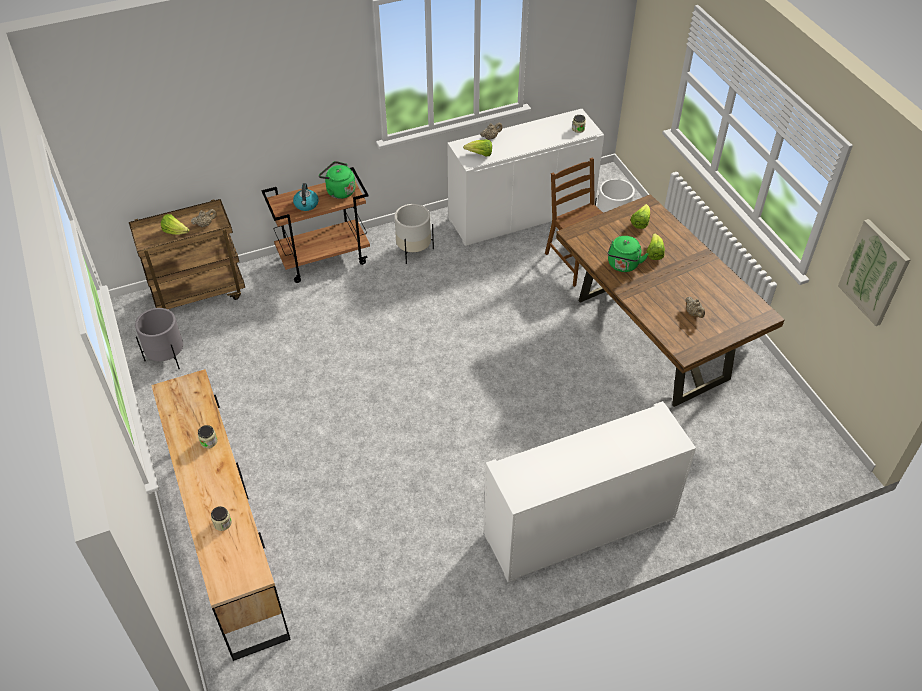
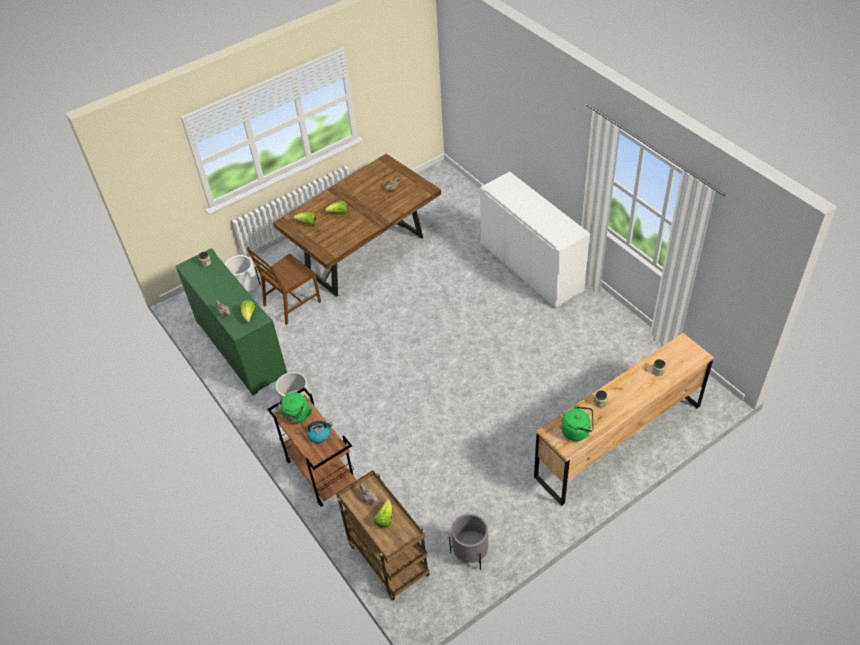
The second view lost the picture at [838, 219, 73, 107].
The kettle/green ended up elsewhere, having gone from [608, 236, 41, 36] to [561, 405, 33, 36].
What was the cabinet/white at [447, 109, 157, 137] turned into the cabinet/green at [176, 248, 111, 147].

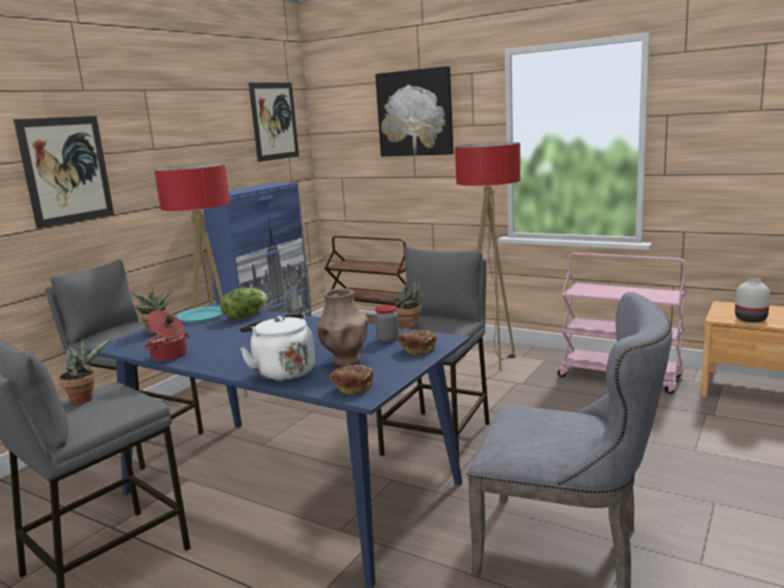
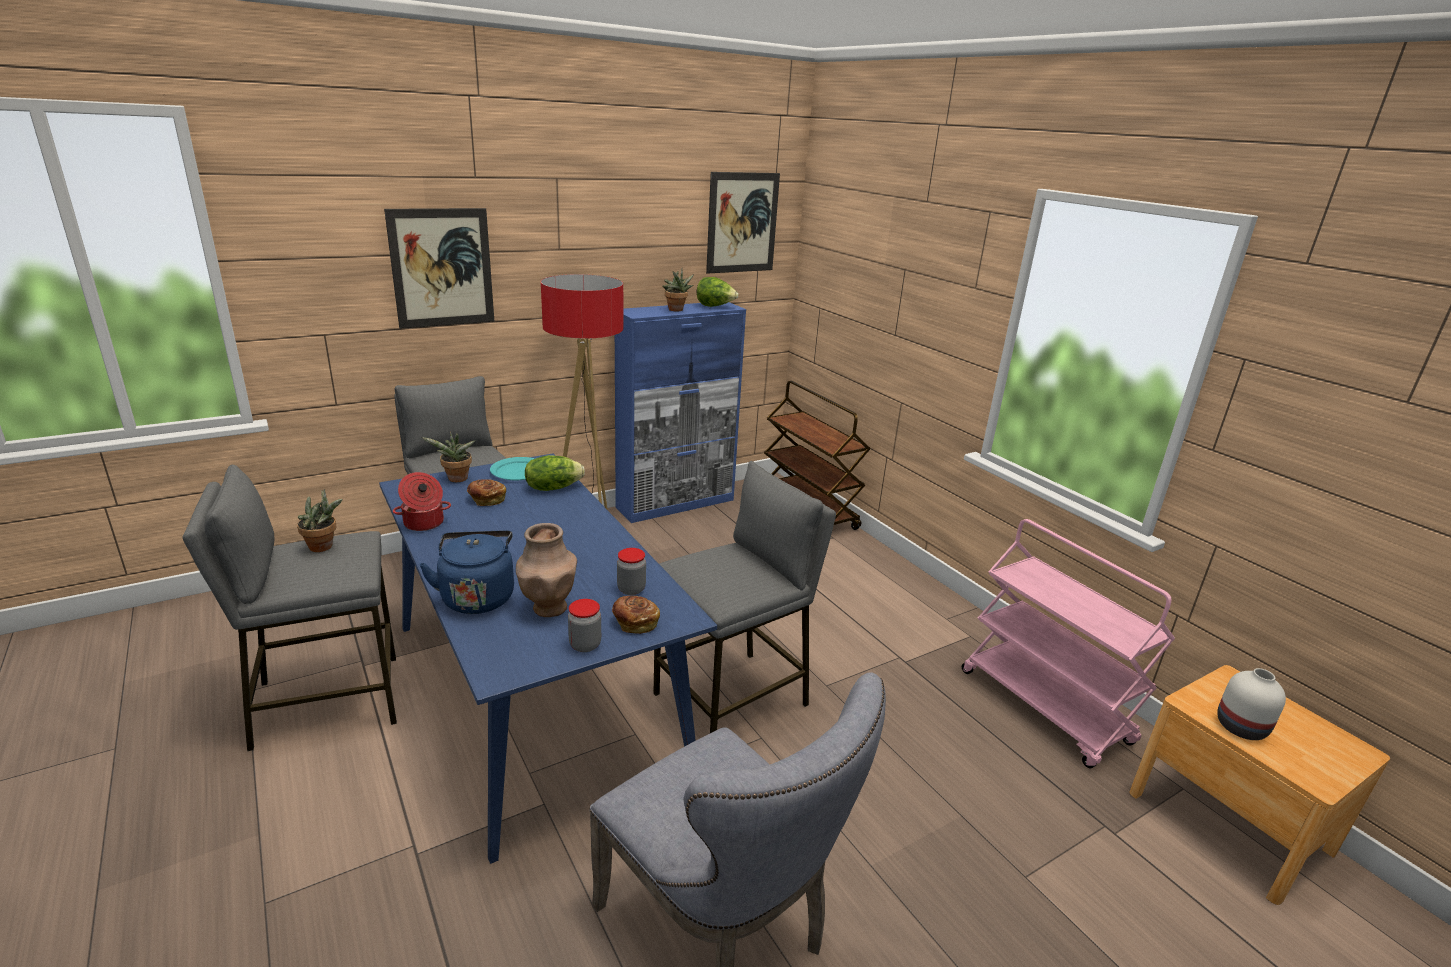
The second view lost the picture at [375, 66, 78, 90].
The second view lost the floor lamp at [455, 142, 66, 229].
The second view gained the jar at [568, 599, 33, 53].
The second view gained the lettuce at [697, 277, 42, 30].
The bread ended up elsewhere, having gone from [330, 365, 44, 30] to [467, 479, 39, 27].
The potted plant ended up elsewhere, having gone from [393, 281, 32, 48] to [662, 269, 32, 42].
What was the kettle/white at [240, 313, 75, 68] turned into the kettle/blue at [419, 530, 95, 84].

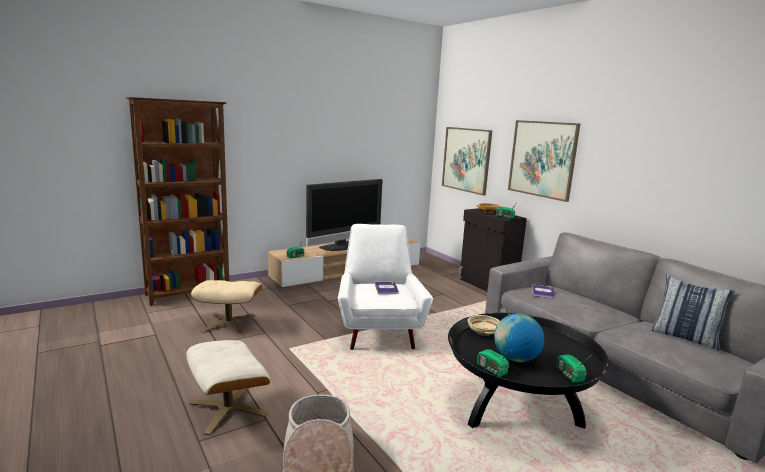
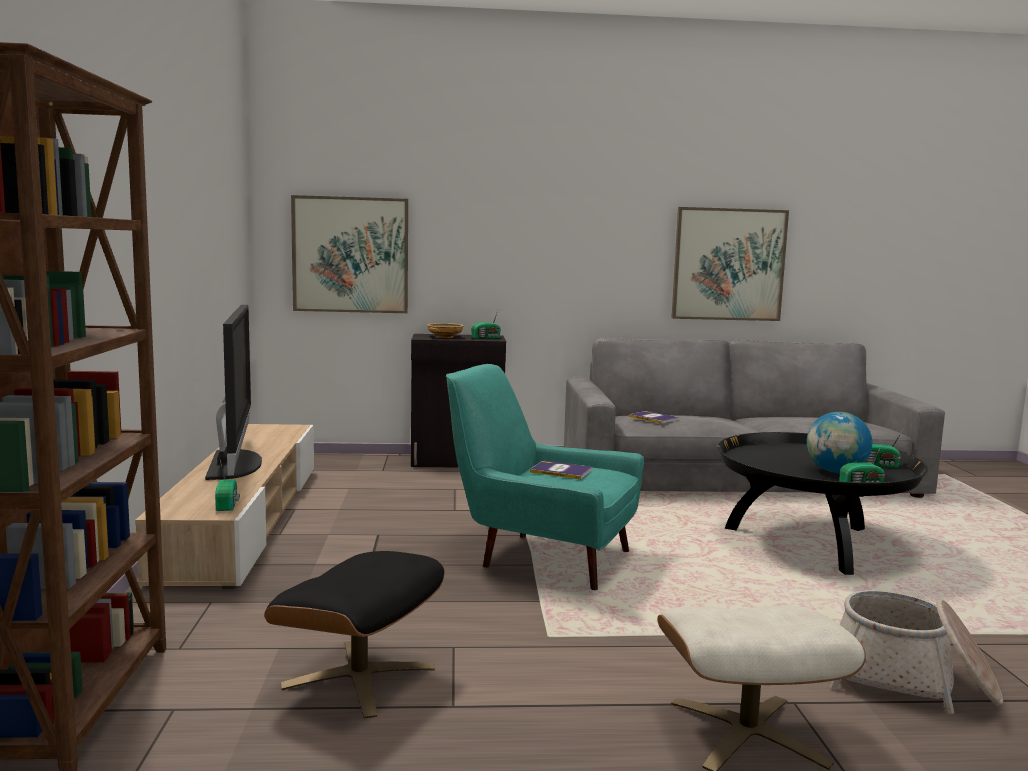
The second view lost the bowl/beige at [468, 315, 32, 21].
The second view lost the pillow at [651, 275, 84, 75].
The picture ended up elsewhere, having gone from [508, 120, 72, 82] to [671, 207, 118, 114].
What was the ottoman/beige at [191, 280, 71, 54] turned into the ottoman/black at [264, 551, 180, 168].
What was the armchair/white at [338, 224, 95, 126] turned into the armchair/turquoise at [446, 364, 198, 226].

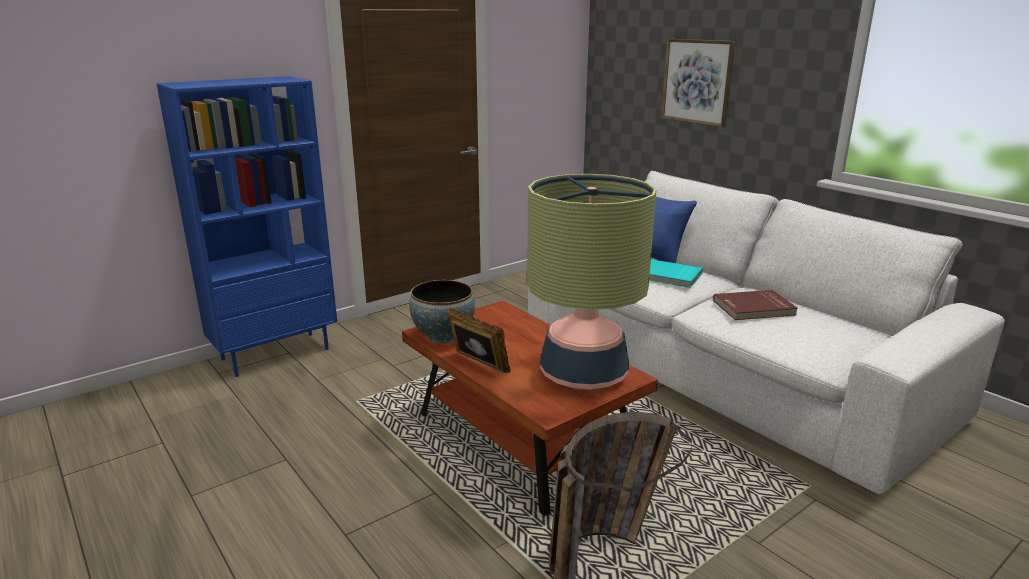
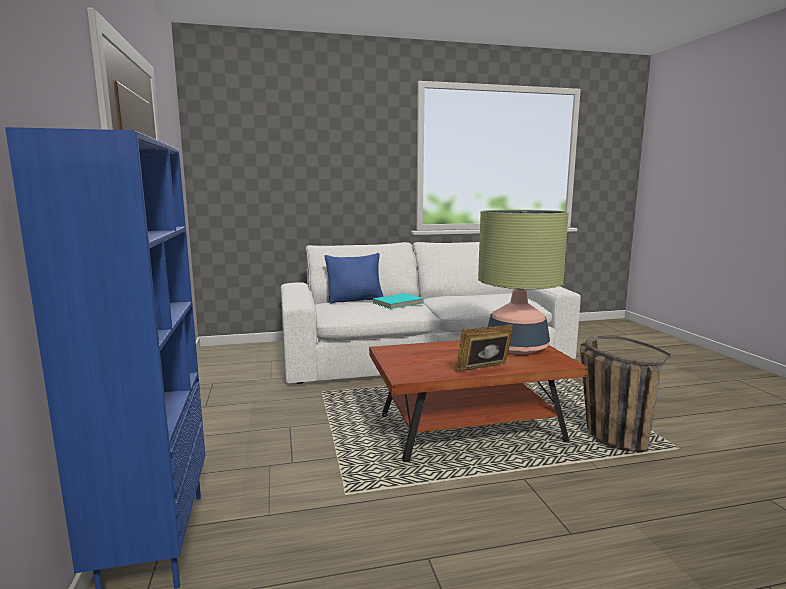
The second view lost the bowl at [410, 280, 65, 64].
The second view lost the picture at [661, 39, 74, 88].
The second view lost the book/red at [713, 290, 85, 30].

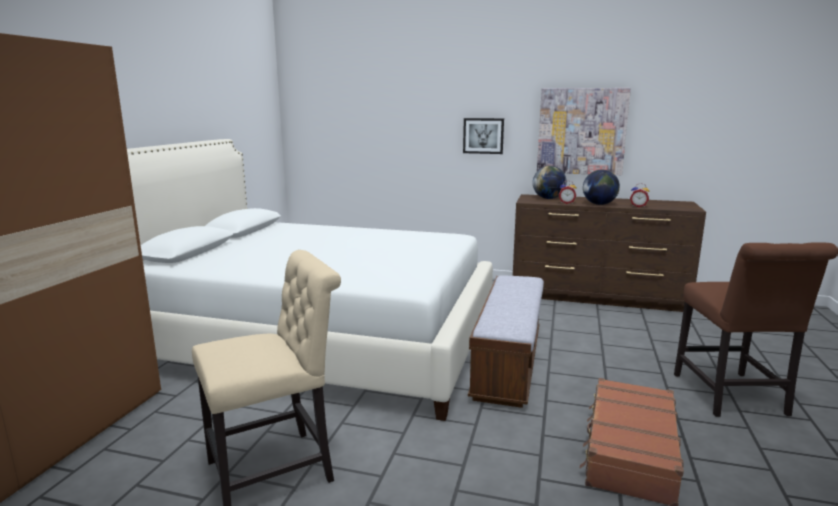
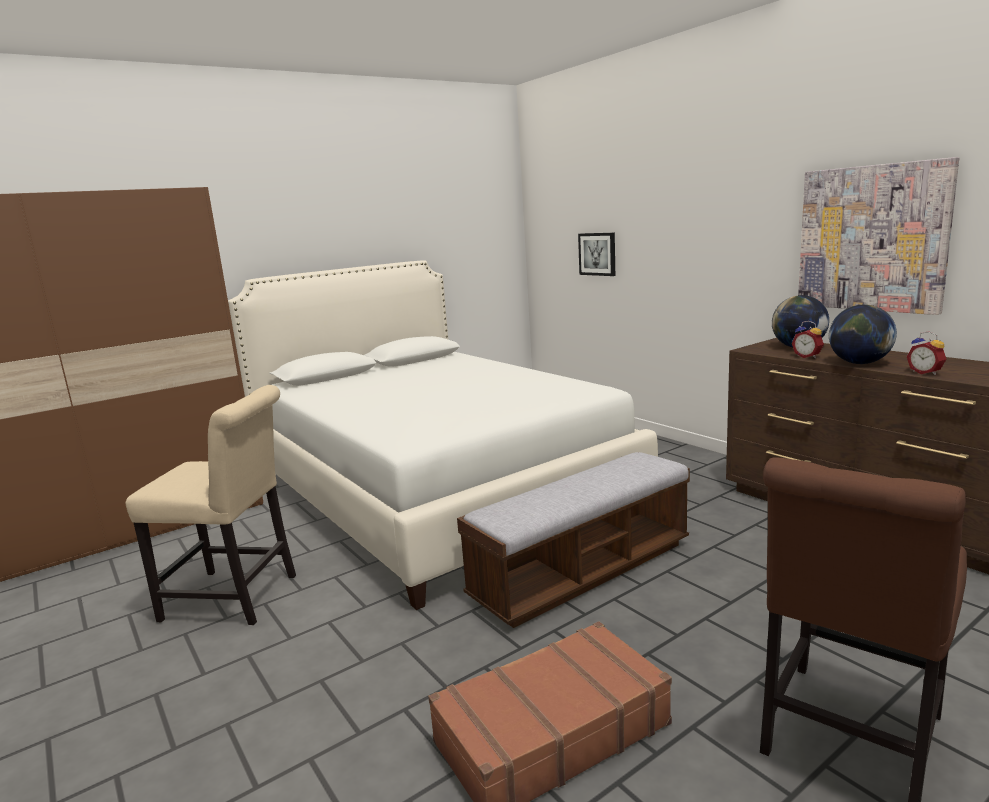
The picture ended up elsewhere, having gone from [463, 118, 41, 36] to [578, 233, 37, 43].

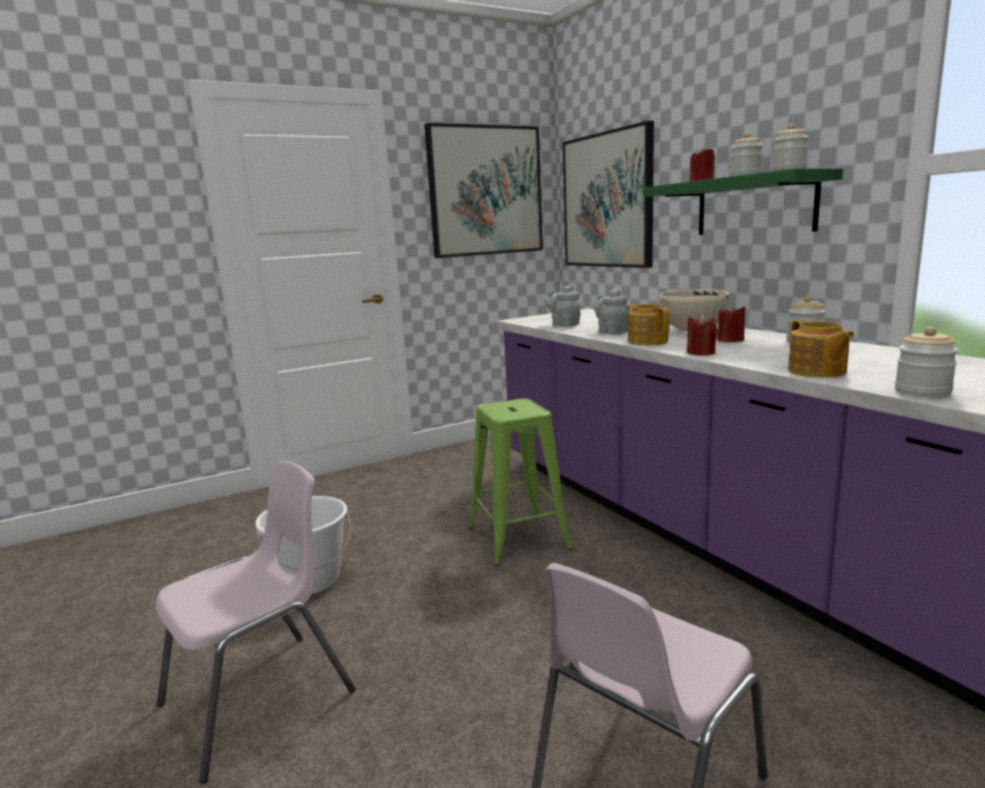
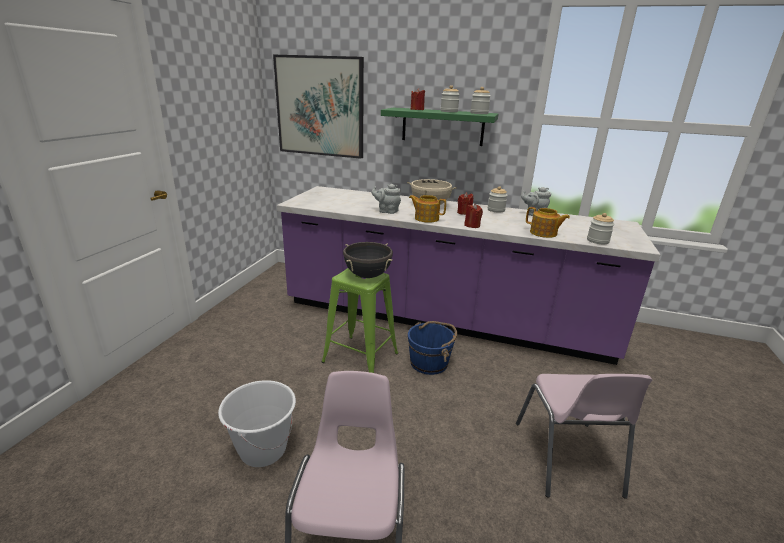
The second view lost the picture at [424, 123, 119, 135].
The second view gained the cooking pot/black at [343, 242, 50, 36].
The second view gained the bucket/blue at [408, 321, 49, 54].
The teapot/grey ended up elsewhere, having gone from [544, 285, 37, 42] to [521, 187, 30, 29].

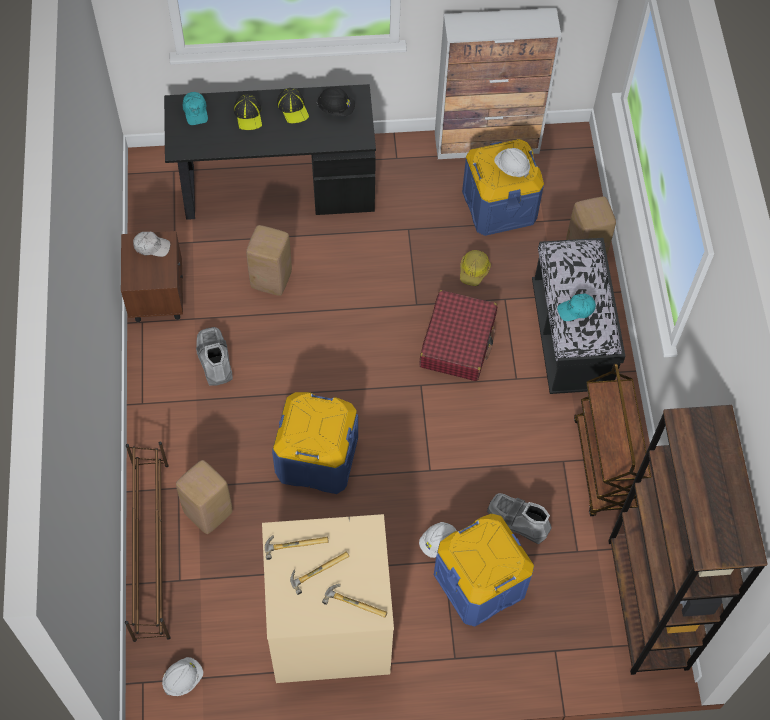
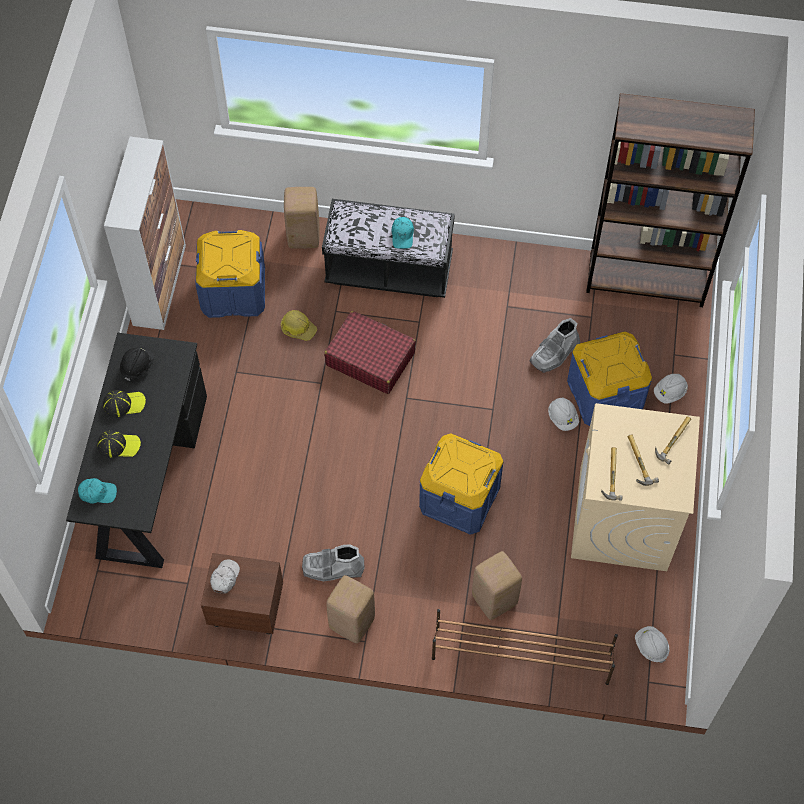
The second view lost the cart/brown at [574, 364, 77, 152].
The stool/beige ended up elsewhere, having gone from [246, 225, 46, 71] to [326, 575, 49, 68].
The hard hat/white ended up elsewhere, having gone from [494, 148, 36, 30] to [654, 374, 34, 30].

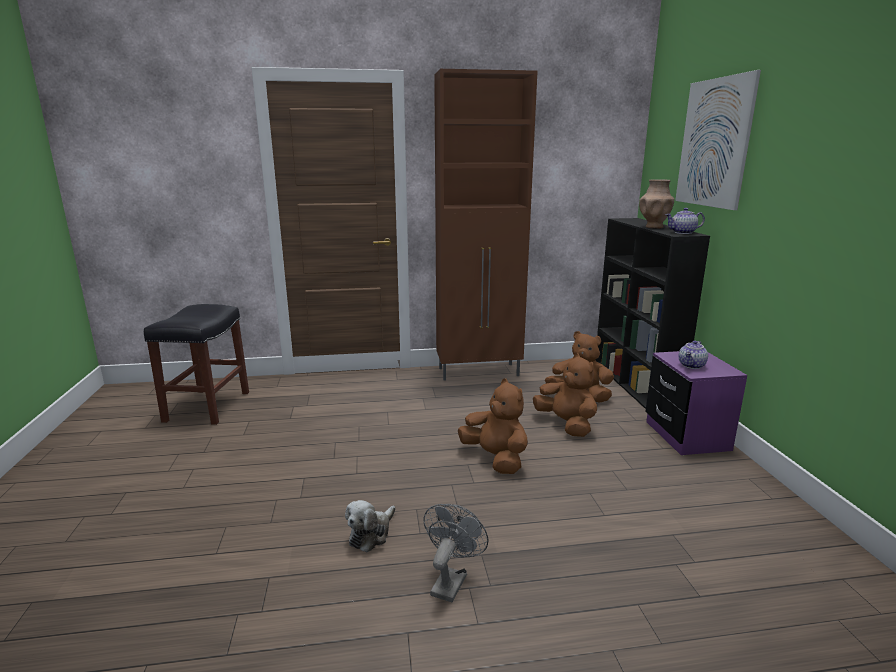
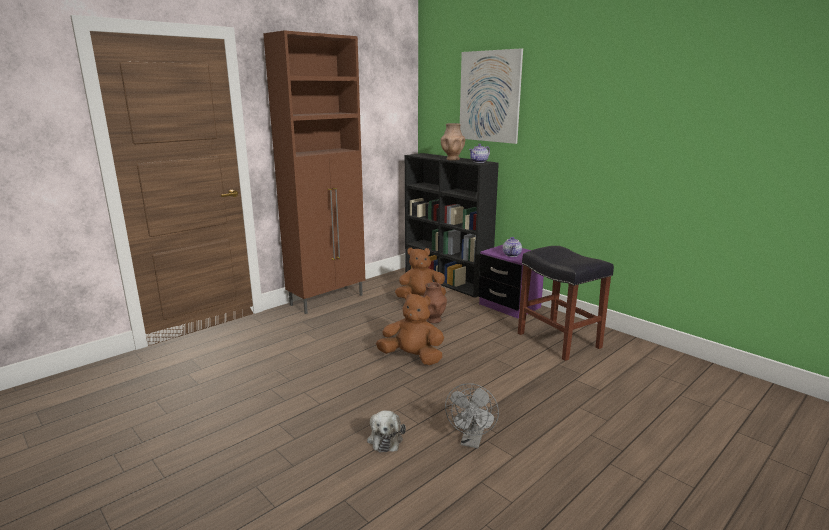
The stool/black ended up elsewhere, having gone from [144, 304, 105, 121] to [518, 246, 96, 115].
Where the plush toy/brown stood at [533, 353, 64, 84], the vase/brown came to stand at [422, 282, 25, 41].
The fan/grey at [424, 504, 65, 98] ended up facing another way, 150 degrees counterclockwise from before.

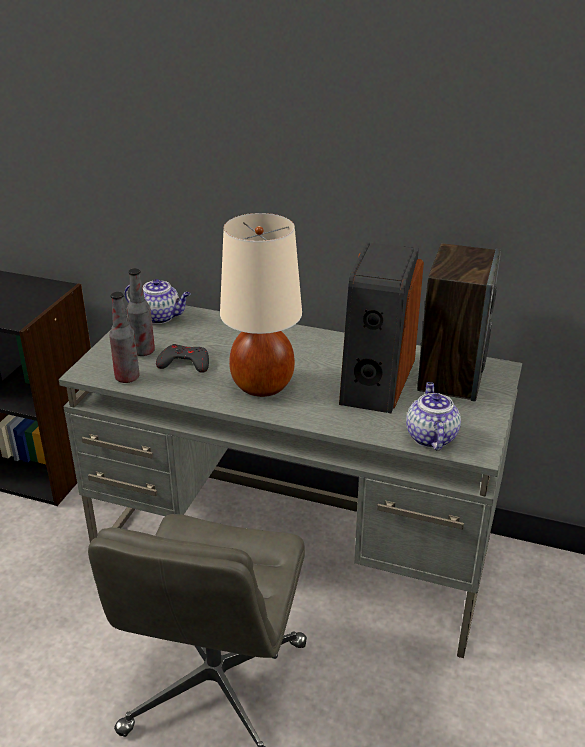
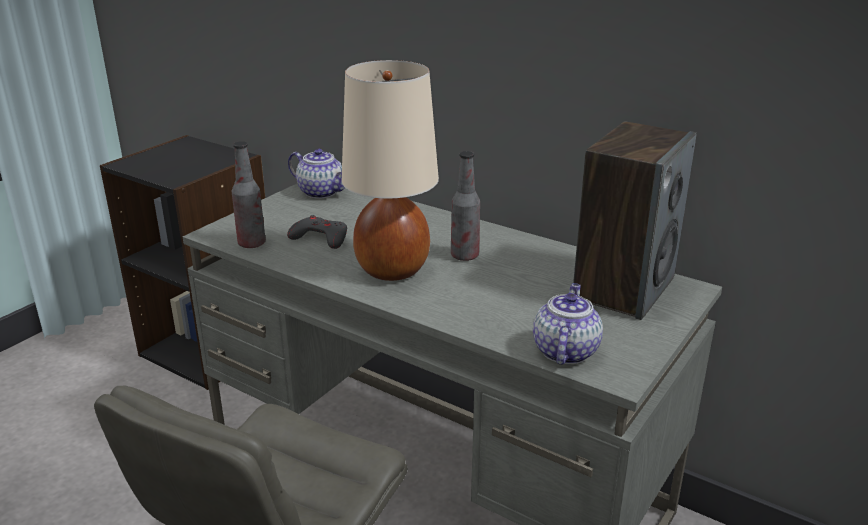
The second view lost the speaker at [339, 242, 85, 171].
The bottle ended up elsewhere, having gone from [127, 268, 28, 88] to [451, 151, 29, 110].

